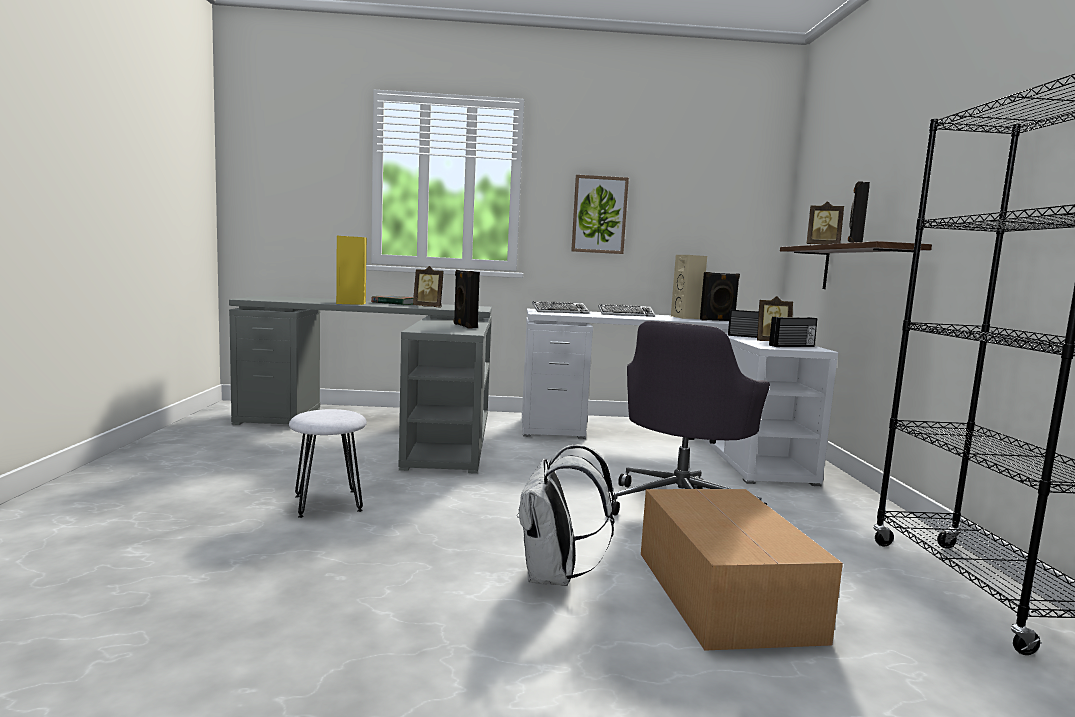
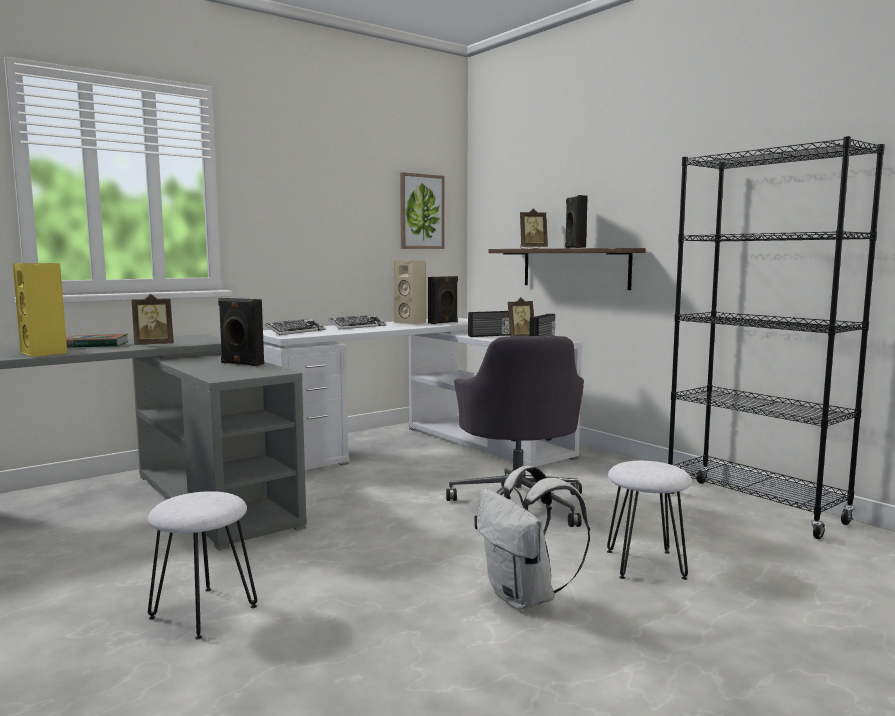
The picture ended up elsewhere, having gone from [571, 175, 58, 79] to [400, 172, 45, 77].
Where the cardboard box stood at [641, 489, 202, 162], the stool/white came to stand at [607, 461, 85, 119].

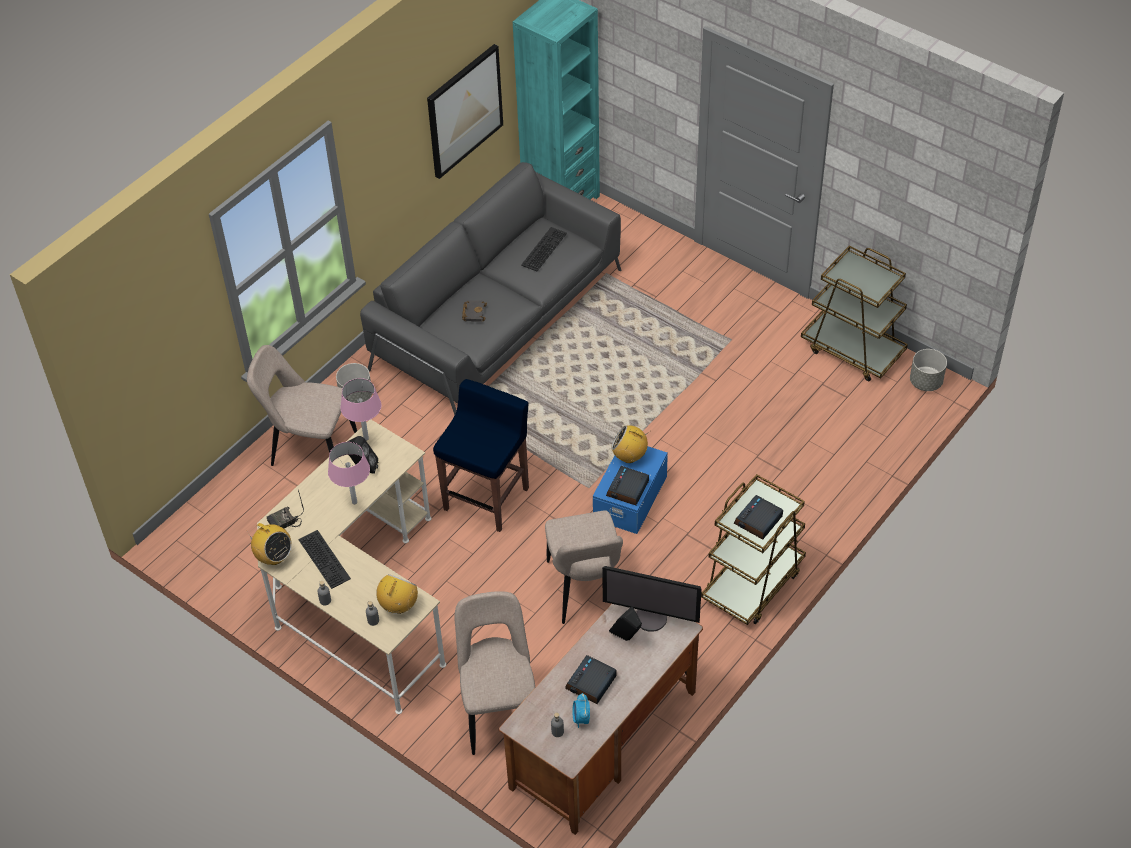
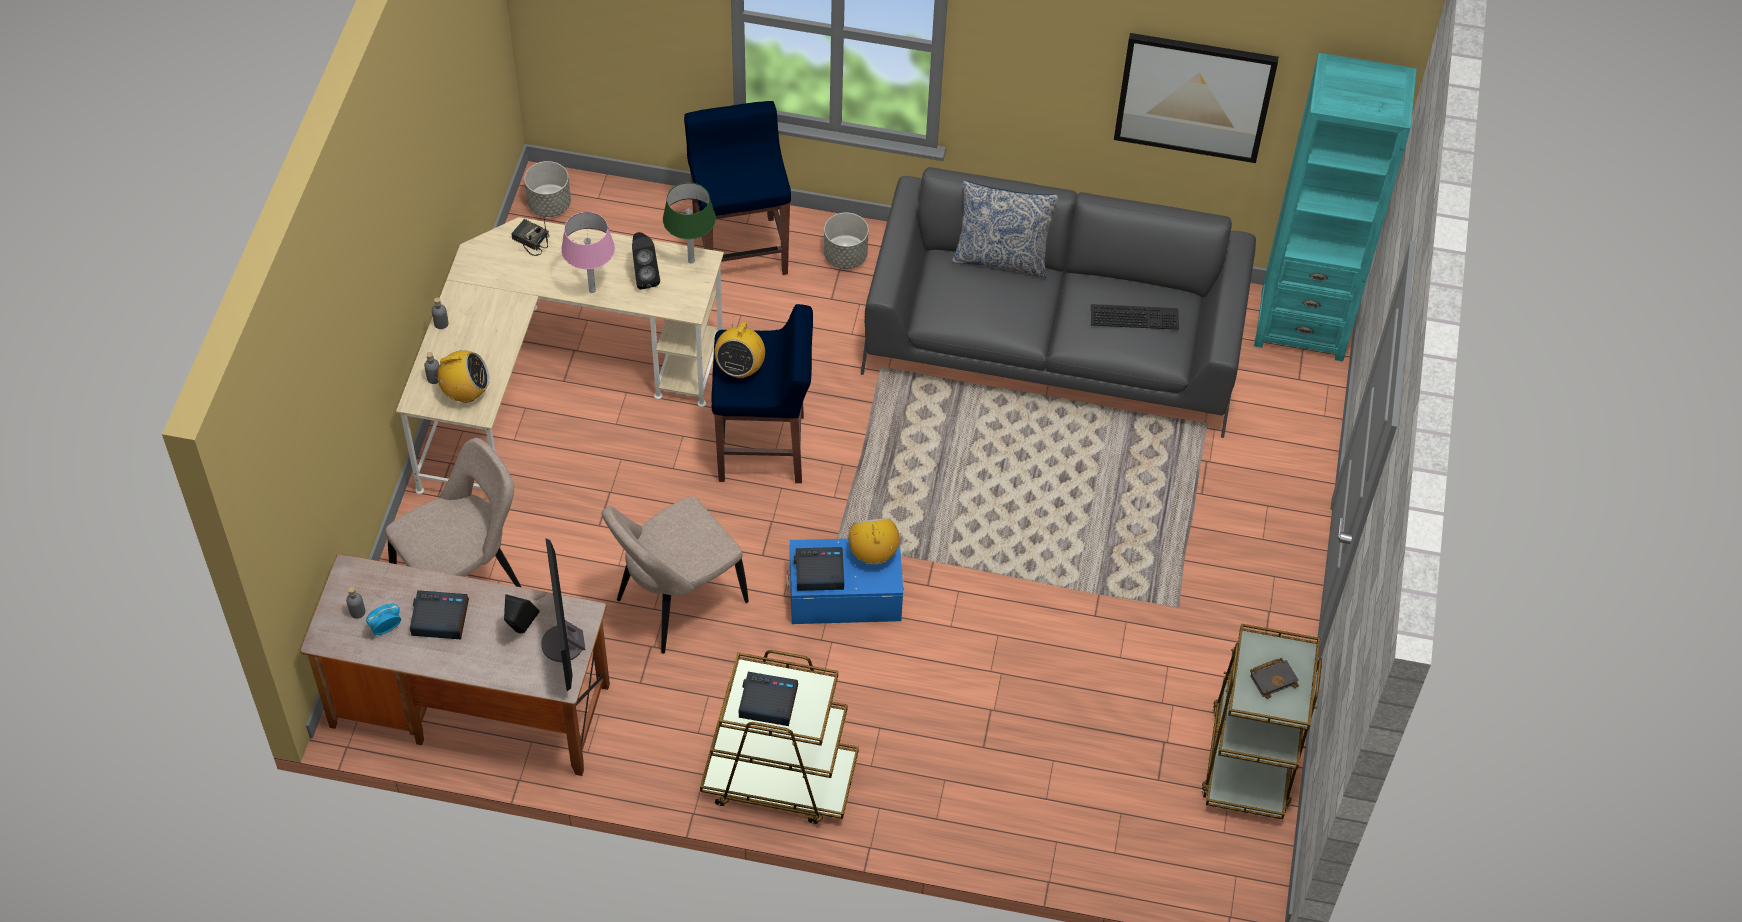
The second view lost the keyboard at [298, 530, 53, 59].
The second view gained the pillow at [952, 180, 107, 98].
The radio ended up elsewhere, having gone from [246, 523, 46, 42] to [714, 316, 51, 62].
The book/black ended up elsewhere, having gone from [462, 300, 25, 22] to [1250, 658, 49, 41].
The planter/grey ended up elsewhere, having gone from [910, 349, 37, 42] to [524, 161, 47, 56].
Where the chair/beige stood at [247, 345, 110, 121], the stool/blue came to stand at [684, 101, 107, 174].
What was the table lamp/pink at [341, 378, 40, 63] turned into the table lamp/green at [663, 182, 53, 81].

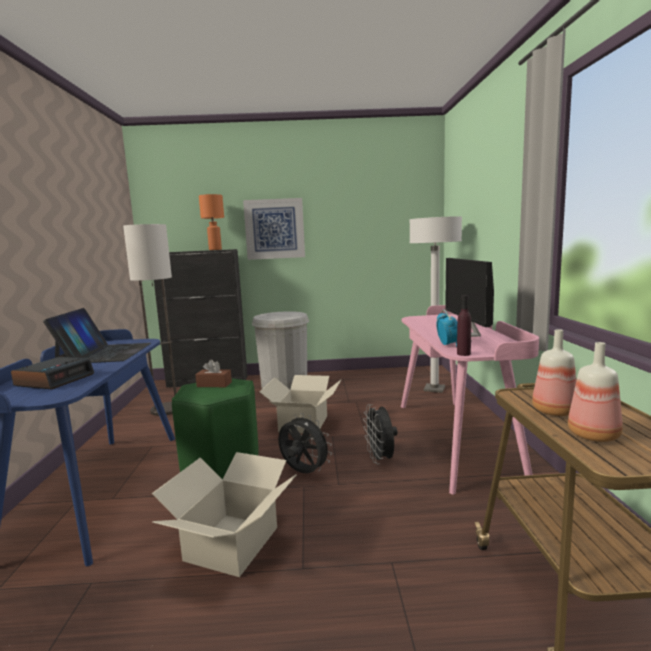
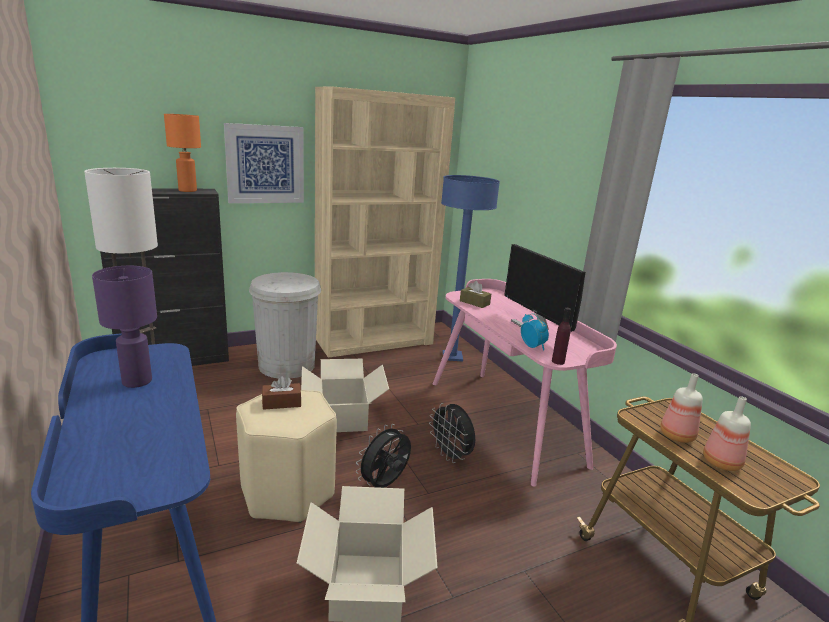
The second view lost the alarm clock at [11, 357, 83, 32].
The second view gained the bookcase/beige at [315, 86, 140, 272].
The second view gained the tissue box/brown at [460, 281, 31, 27].
Where the laptop stood at [43, 308, 108, 55], the table lamp/purple came to stand at [92, 266, 65, 122].
What was the stool/green at [172, 379, 87, 100] turned into the stool/beige at [236, 390, 101, 133].
What was the floor lamp/white at [410, 216, 52, 177] turned into the floor lamp/blue at [441, 175, 59, 186].
The fan/black at [278, 413, 54, 60] ended up facing another way, 60 degrees counterclockwise from before.

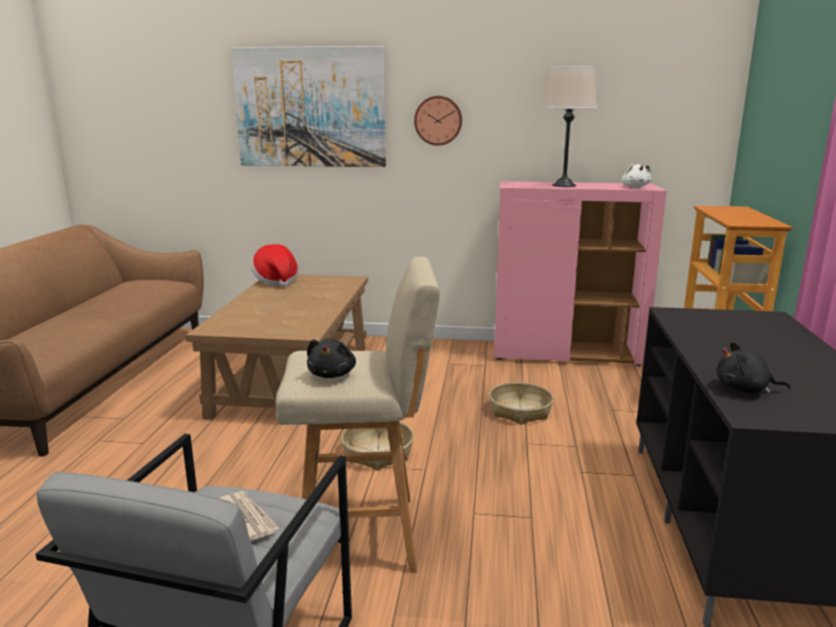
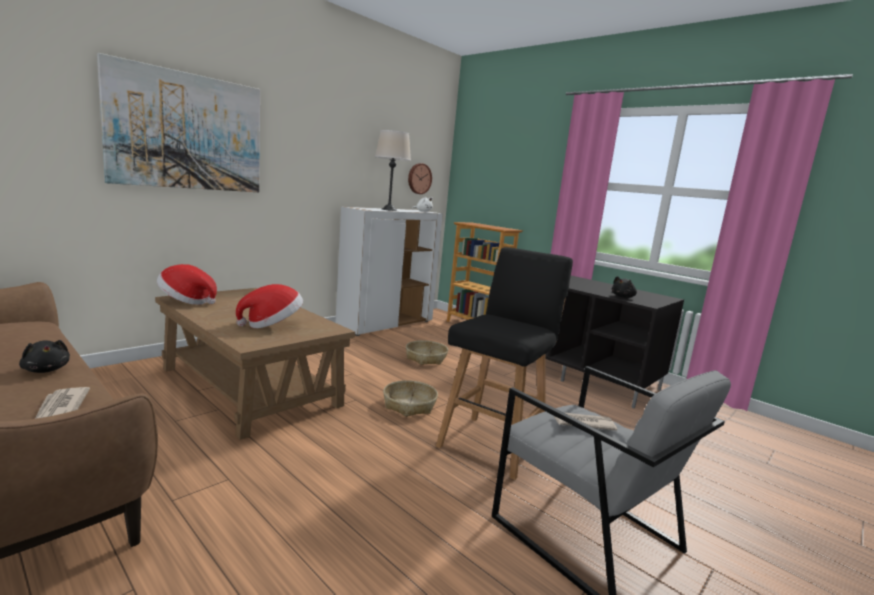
The second view gained the newspaper at [35, 387, 55, 32].
The second view gained the hat at [236, 284, 67, 44].
The plush toy/black ended up elsewhere, having gone from [307, 339, 49, 39] to [19, 340, 51, 33].
The wall clock ended up elsewhere, having gone from [414, 96, 48, 50] to [408, 163, 24, 31].
What was the stool/beige at [276, 257, 164, 316] turned into the stool/black at [436, 247, 137, 233].
What was the cabinet/pink at [494, 181, 173, 185] turned into the cabinet/white at [336, 207, 106, 129].

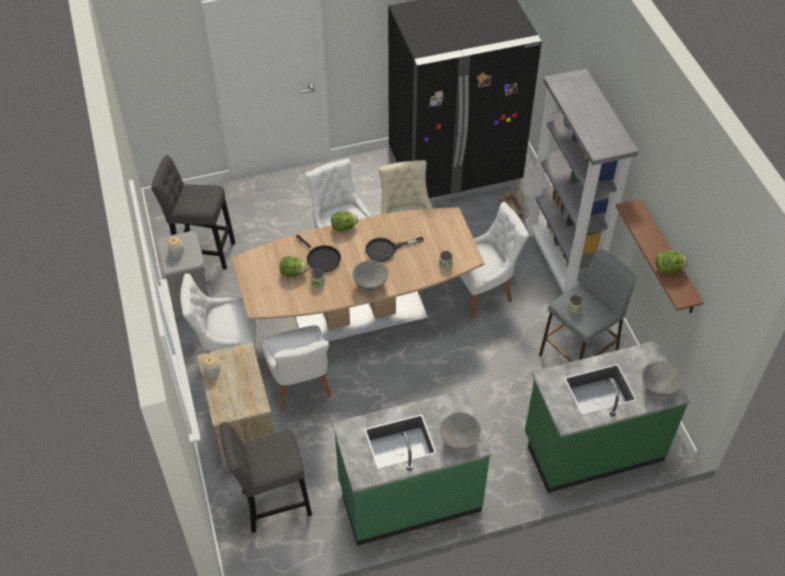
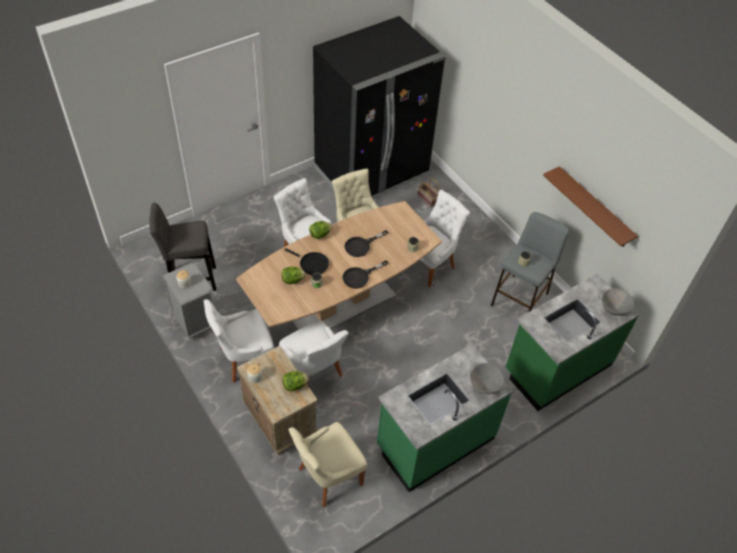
The second view lost the bookcase/grey at [525, 68, 114, 226].
The lettuce ended up elsewhere, having gone from [656, 250, 32, 23] to [282, 371, 27, 20].
Where the stool/grey stood at [220, 422, 92, 111], the chair/beige came to stand at [288, 422, 79, 85].
Where the bowl/grey stood at [353, 260, 36, 31], the frying pan/black came to stand at [343, 260, 45, 29].

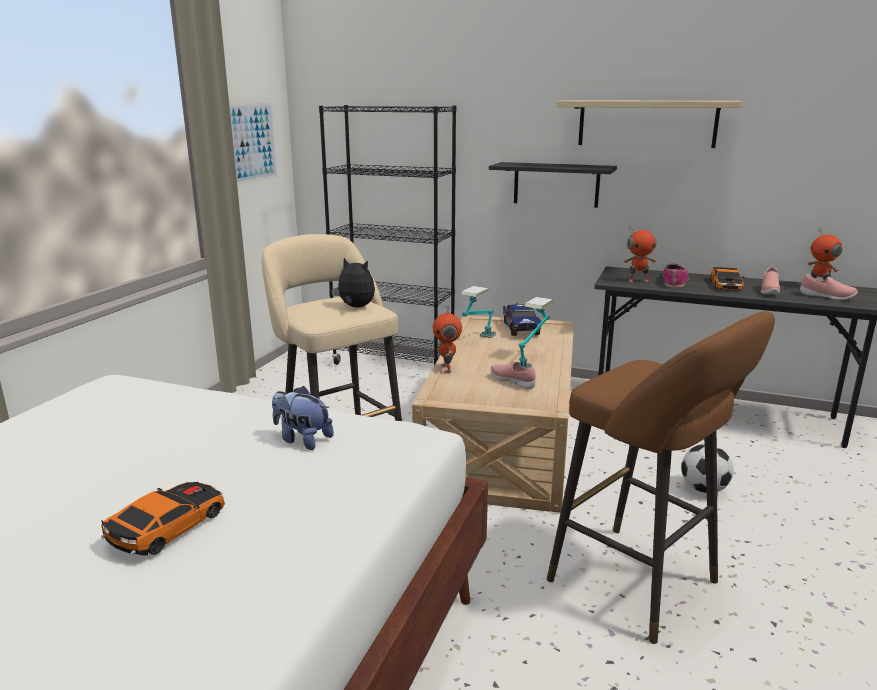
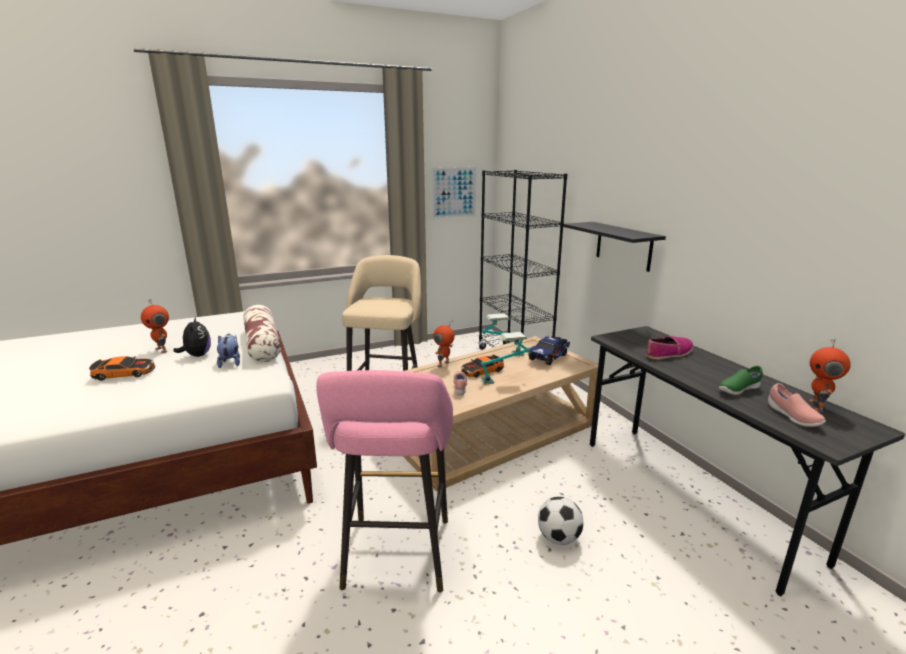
The second view lost the shelf/beige at [556, 100, 186, 48].
The second view gained the pillow at [243, 305, 38, 57].
The plush toy ended up elsewhere, having gone from [331, 258, 44, 49] to [174, 316, 37, 41].
The toy robot ended up elsewhere, having gone from [624, 227, 32, 55] to [141, 299, 28, 54].
The toy car ended up elsewhere, having gone from [710, 267, 35, 24] to [461, 355, 43, 23].
What was the stool/brown at [547, 311, 228, 333] turned into the stool/pink at [316, 370, 137, 223].
What was the shoe/pink at [761, 267, 19, 28] turned into the shoe/green at [719, 366, 44, 29].

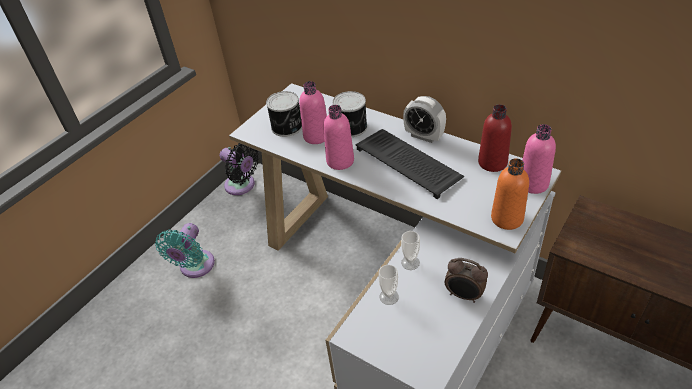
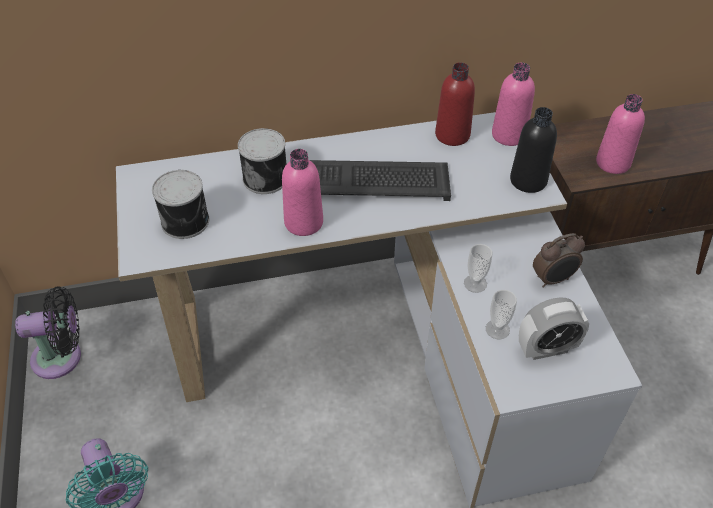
The bottle/pink ended up elsewhere, having gone from [299, 81, 28, 63] to [596, 94, 49, 80].
The alarm clock ended up elsewhere, having gone from [403, 96, 43, 47] to [519, 297, 70, 63].
What was the bottle/orange at [491, 158, 38, 72] turned into the bottle/black at [510, 107, 47, 86].

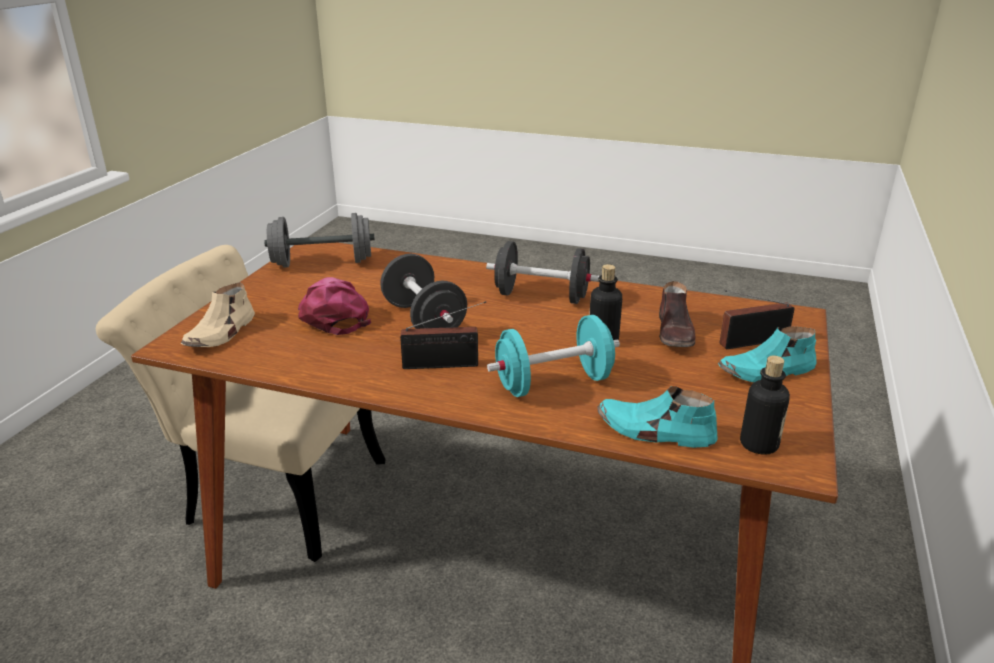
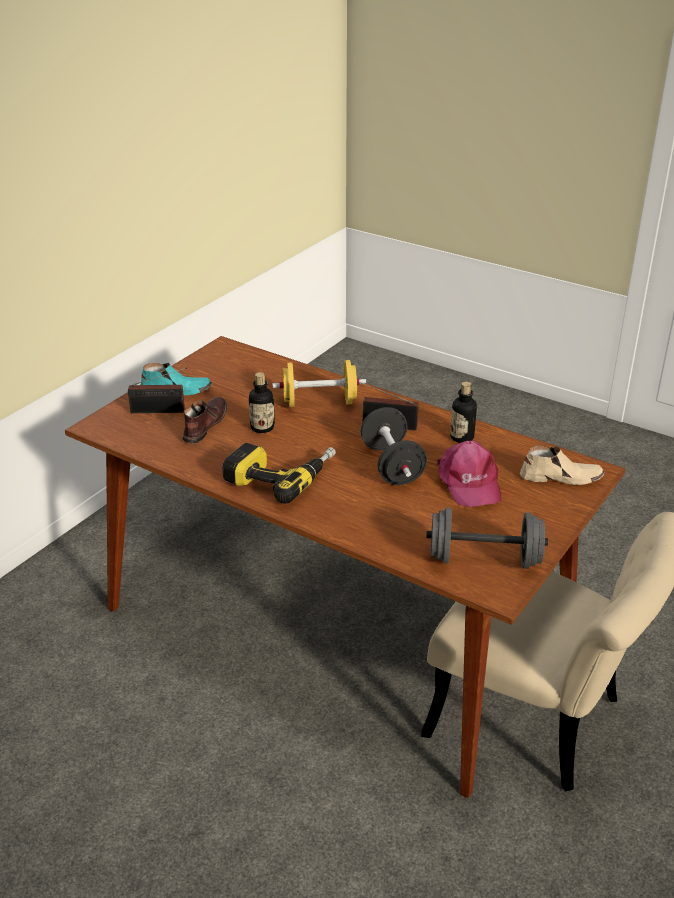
The second view lost the shoe/turquoise at [597, 386, 121, 62].
The bottle ended up elsewhere, having gone from [740, 356, 50, 99] to [450, 382, 27, 61].
Where the dumbbell/black stood at [486, 241, 113, 63], the power drill came to stand at [222, 443, 114, 61].
What was the dumbbell/turquoise at [487, 315, 133, 82] turned into the dumbbell/yellow at [272, 360, 94, 47].
The shoe/beige at [181, 282, 74, 65] ended up facing another way, 60 degrees clockwise from before.

